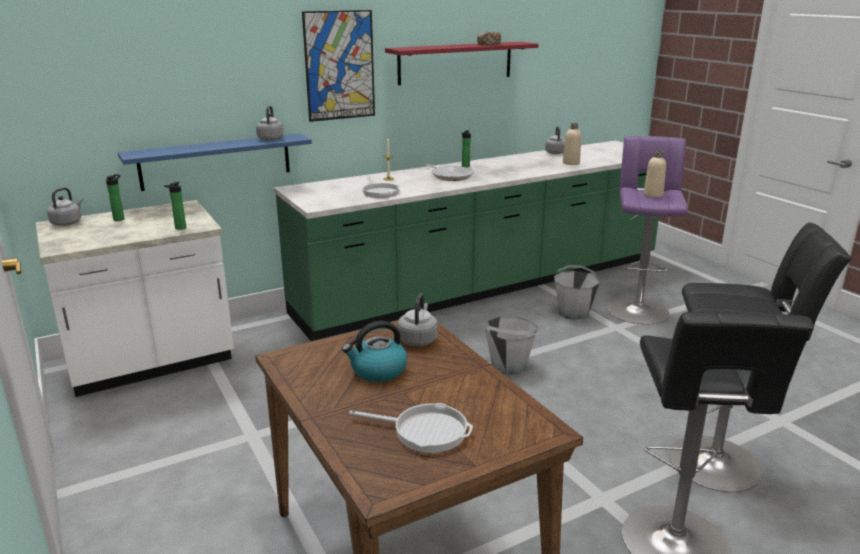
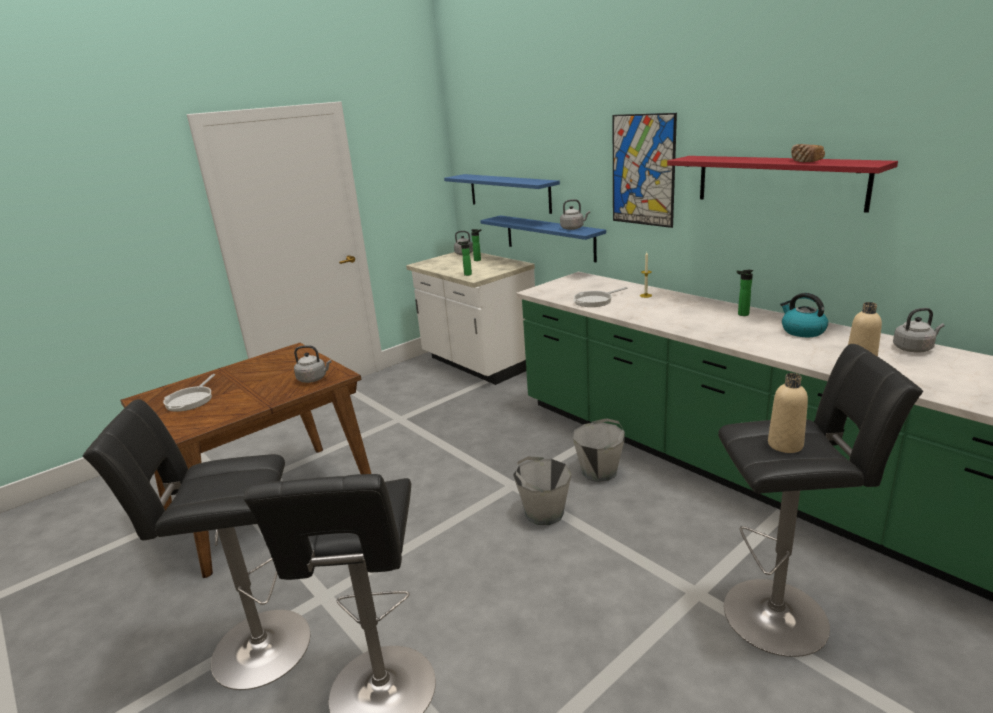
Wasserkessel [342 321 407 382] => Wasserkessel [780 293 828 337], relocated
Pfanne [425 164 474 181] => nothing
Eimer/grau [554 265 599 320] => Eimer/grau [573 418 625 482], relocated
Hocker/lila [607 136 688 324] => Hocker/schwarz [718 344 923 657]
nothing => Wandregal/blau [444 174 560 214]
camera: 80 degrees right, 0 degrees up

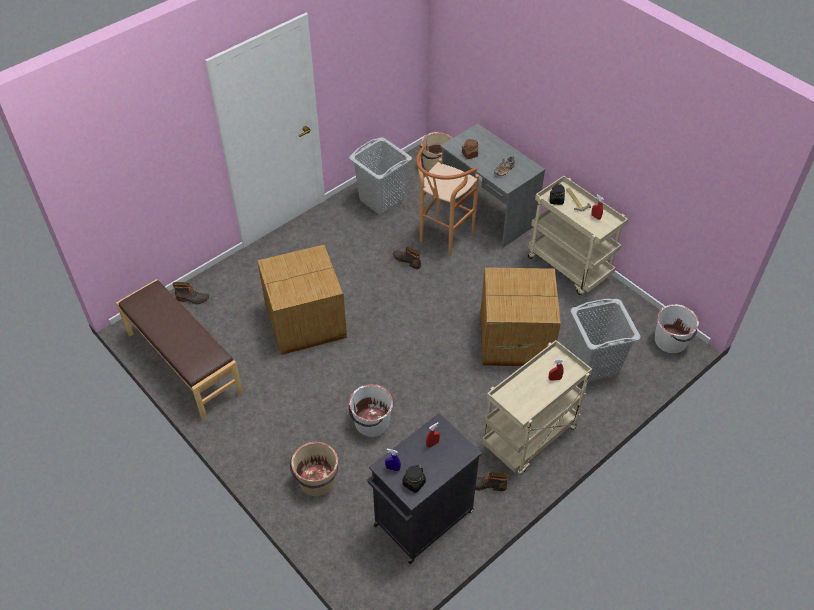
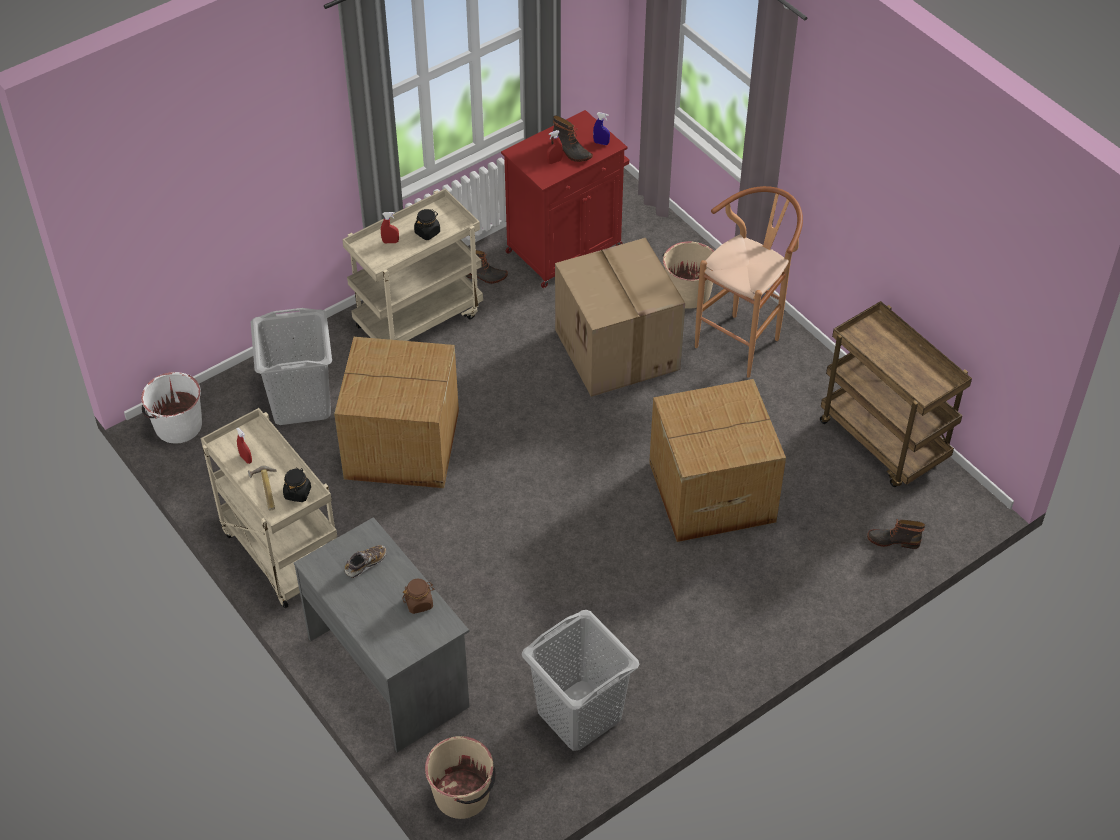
Bank/braun [116 279 243 420] => Rollwagen/braun [820 301 972 487]
Eimer/weiß [349 384 393 437] => Karton [555 238 685 397]
Schrank/schwarz [367 413 482 564] => Schrank/rot [501 110 629 288]
Stiefel [393 247 421 269] => Stiefel [551 115 593 162], relocated
Vorratsglas/schwarz [403 465 426 493] => Vorratsglas/schwarz [414 209 440 240], relocated
Hocker/braun [416 145 479 256] => Hocker/braun [695 186 803 378], relocated
camera: 175 degrees left, 0 degrees up

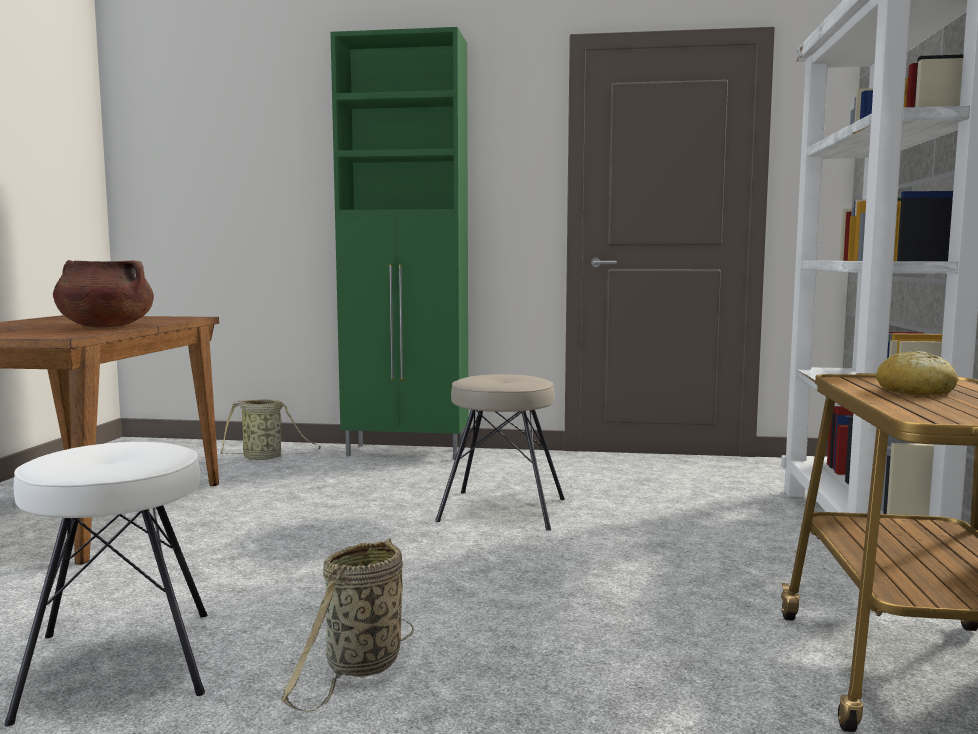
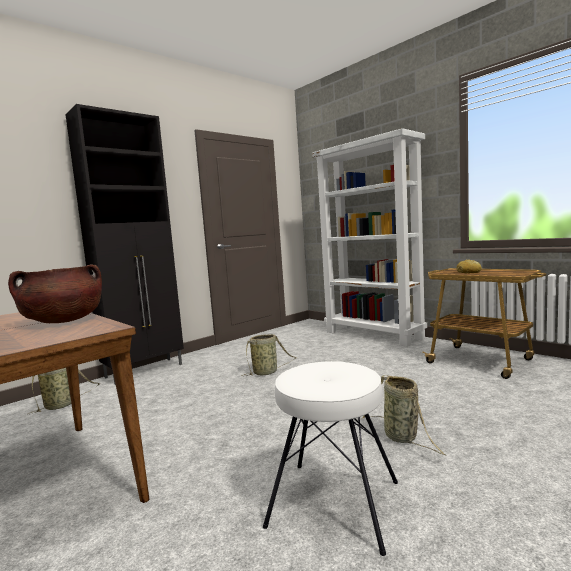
Schrank/grün [330 27 468 460] => Schrank/schwarz [65 104 184 385]
Hocker/beige [435 374 565 531] => Korb [242 334 296 376]
camera: 50 degrees left, 0 degrees up

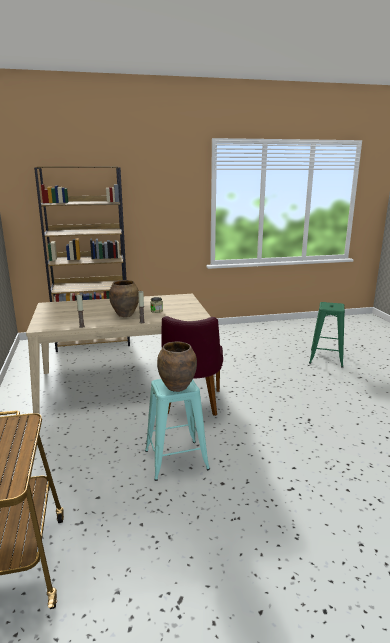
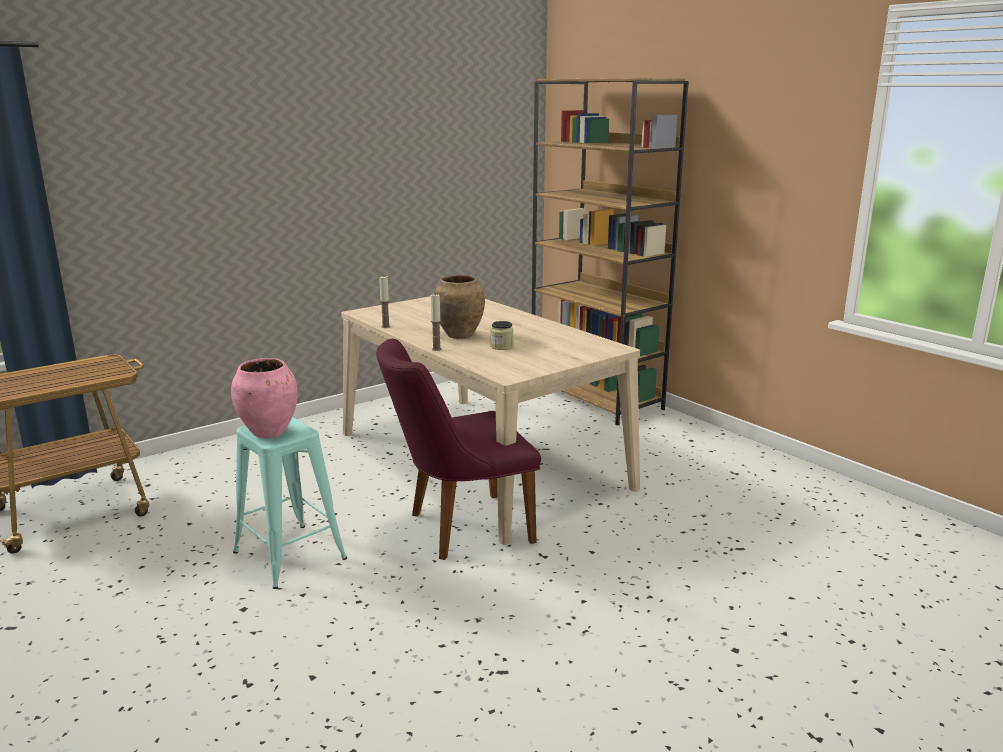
Vase/braun [157 342 197 392] => Vase/rosa [231 358 298 438]
Hocker/grün [309 302 345 368] => nothing
camera: 65 degrees right, 0 degrees up

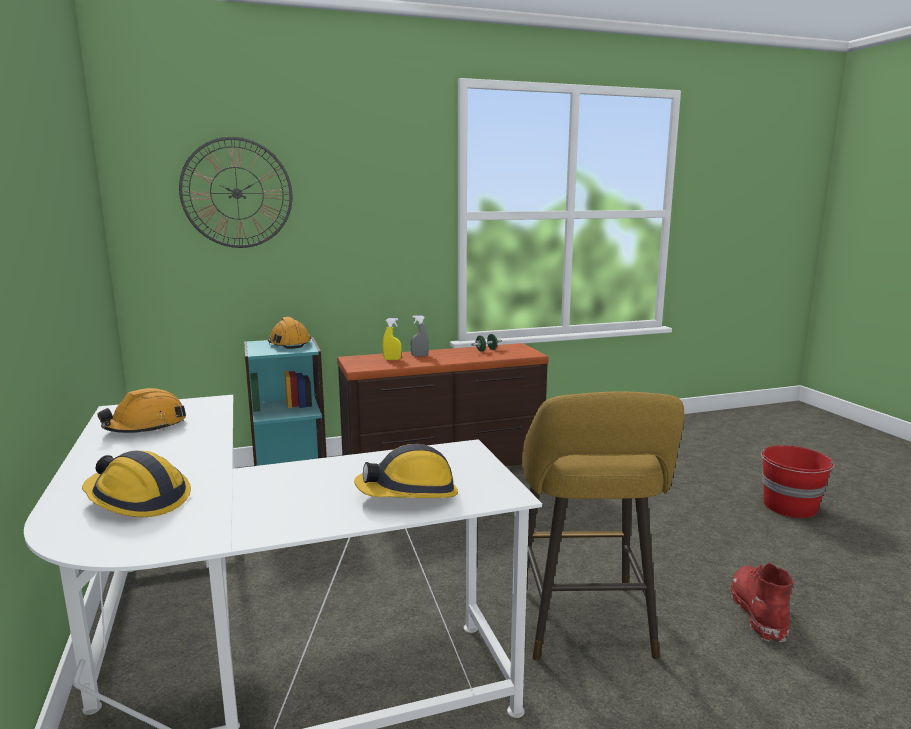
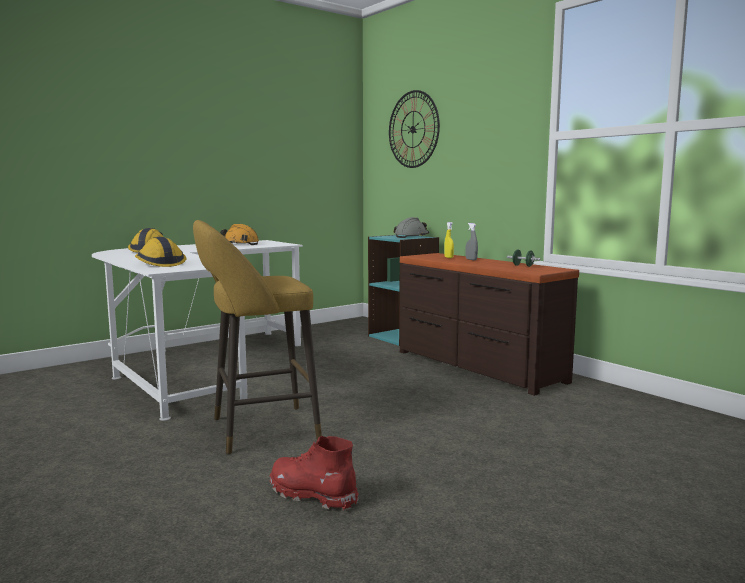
Schutzhelm/orange [268 317 311 349] => Schutzhelm/grau [393 217 429 238]
Stiefel/rot [731 563 794 642] => Stiefel/rot [269 436 359 511], 135 degrees counterclockwise
Eimer/rot [761 445 835 518] => nothing
camera: 70 degrees right, 5 degrees down

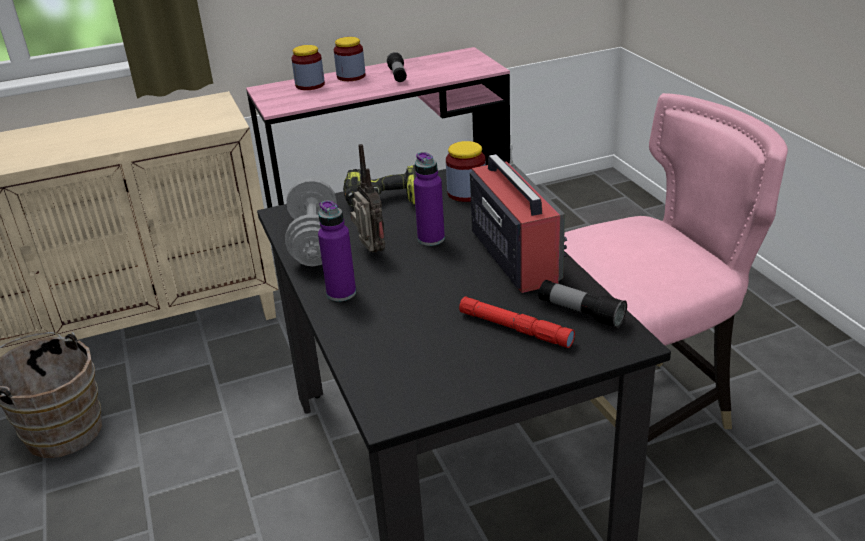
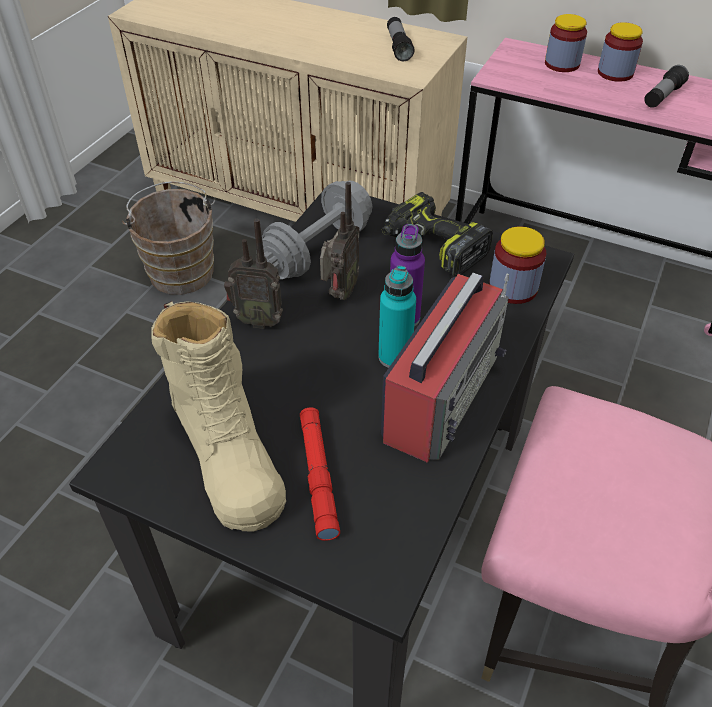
Flasche/lila [318 200 356 301] => Radio [224 219 283 329]
Taschenlampe [539 280 627 328] => Taschenlampe [387 17 415 61], relocated
nothing => Stiefel/beige [151 301 286 532]
nothing => Flasche/türkis [378 266 416 368]
camera: 45 degrees right, 15 degrees up

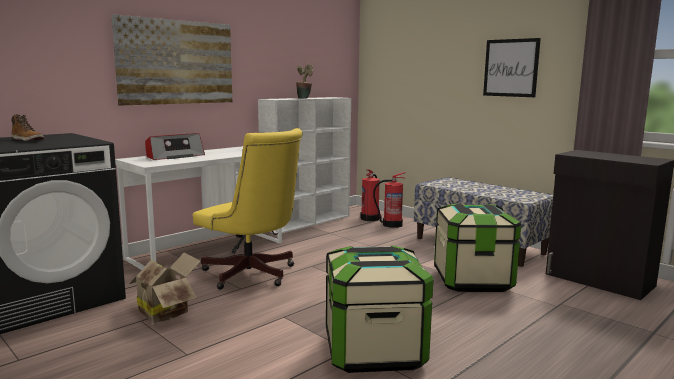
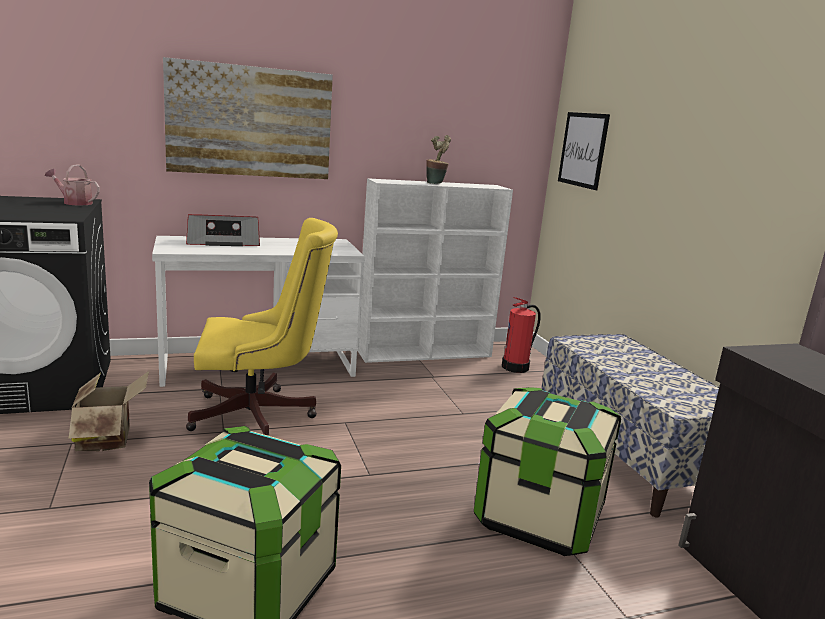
Stiefel [11 114 44 141] => nothing
Bürostuhl/gelb [193 128 303 290] => Bürostuhl/gelb [186 218 338 436], 75 degrees counterclockwise
Feuerlöscher [373 172 405 228] => nothing
Bild [483 38 541 97] => Bild [558 112 610 190], relocated
nothing => Gießkanne [45 164 100 205]
camera: 25 degrees right, 5 degrees up

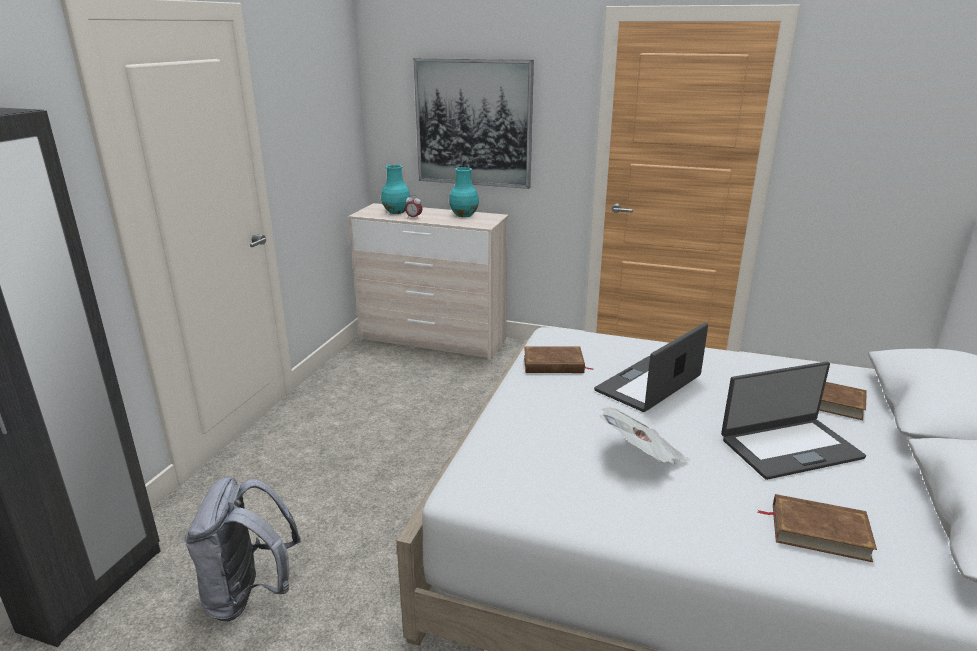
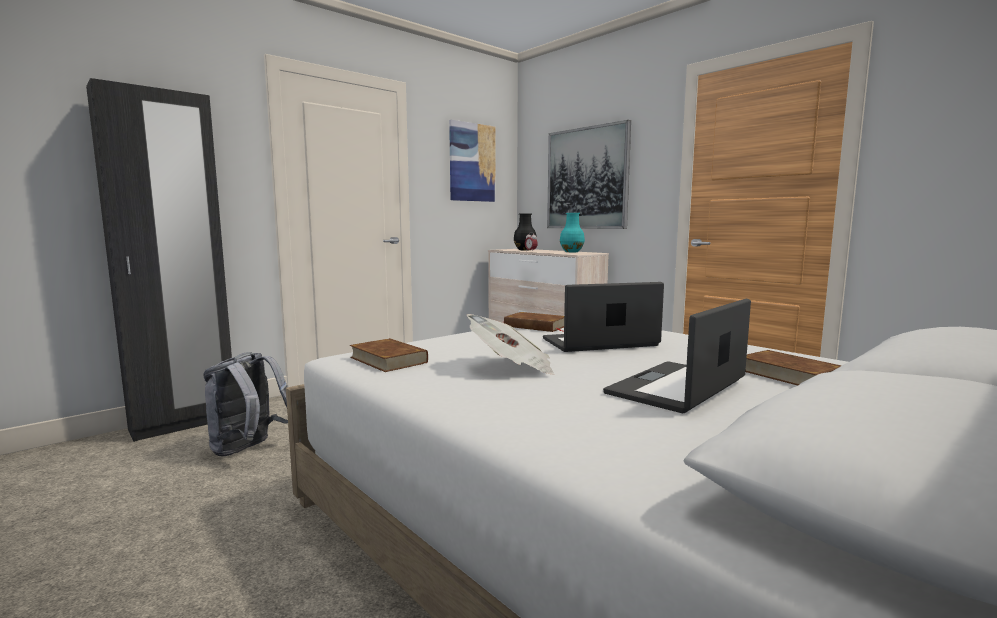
Vase/türkis [381 165 410 214] => Vase/schwarz [514 214 537 250]
Laptop [721 362 866 480] => Laptop [603 299 751 413], 120 degrees clockwise
Buch/braun [758 494 877 562] => Buch/braun [350 338 428 372], relocated
nothing => Bild [449 120 496 202]
camera: 30 degrees right, 15 degrees down

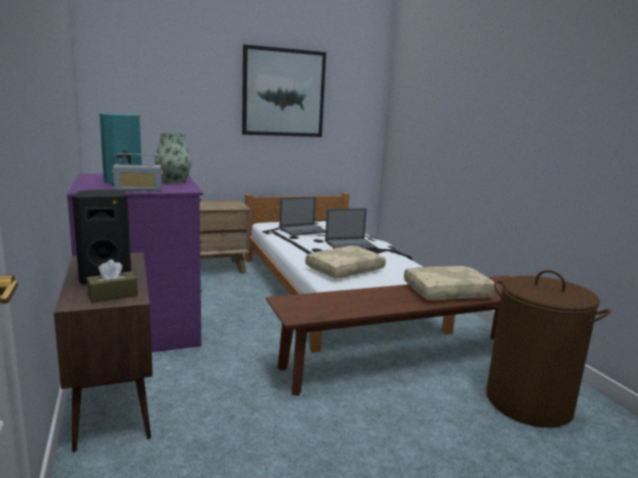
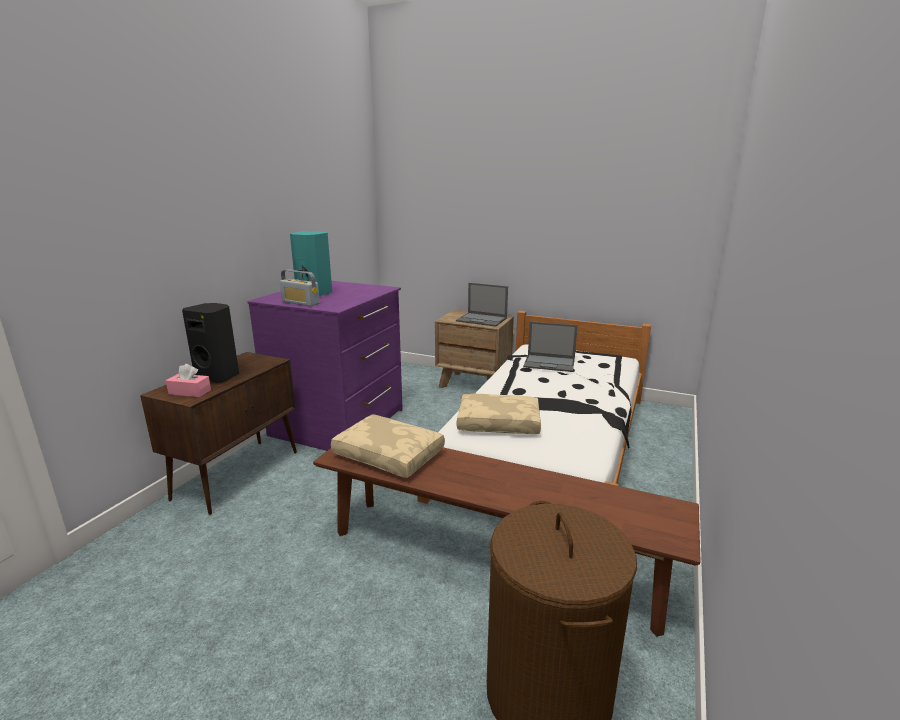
Taschentuchbox/braun [87 260 138 303] => Taschentuchbox/rosa [166 364 211 397]
Vase [155 132 191 184] => nothing
Bild [242 44 326 137] => nothing
Laptop [325 208 377 249] => Laptop [456 283 508 327], relocated
Kissen/beige [404 266 498 300] => Kissen/beige [331 414 445 478], relocated
camera: 45 degrees right, 5 degrees up

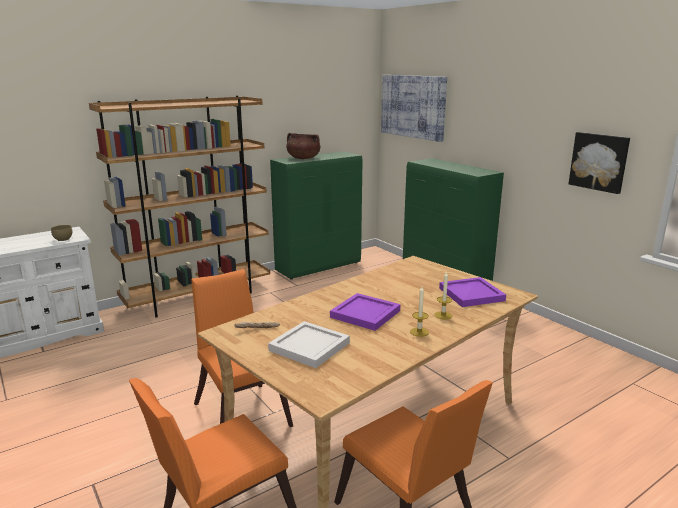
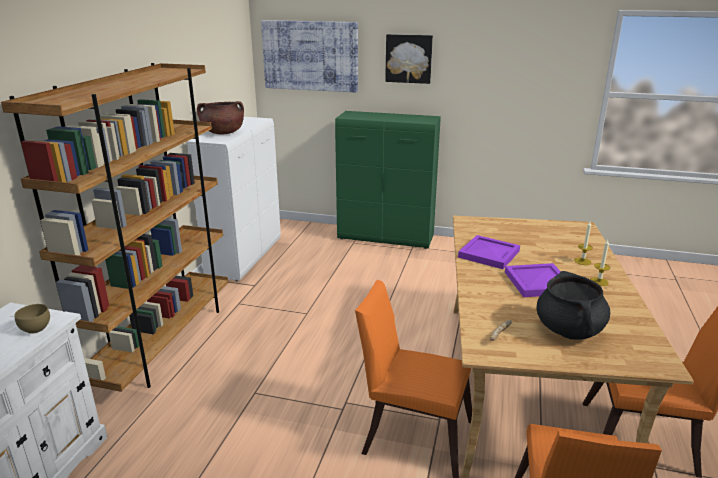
Tablett/weiß [268 321 350 368] => Kochtopf/schwarz [537 271 610 340]
Schrank/grün [270 151 362 280] => Schrank/weiß [187 117 281 281]
Tablett/lila [439 277 506 307] => Tablett/lila [458 235 520 269], relocated
Bild [568 132 630 194] => Bild [385 34 433 84], relocated
camera: 40 degrees left, 5 degrees up

